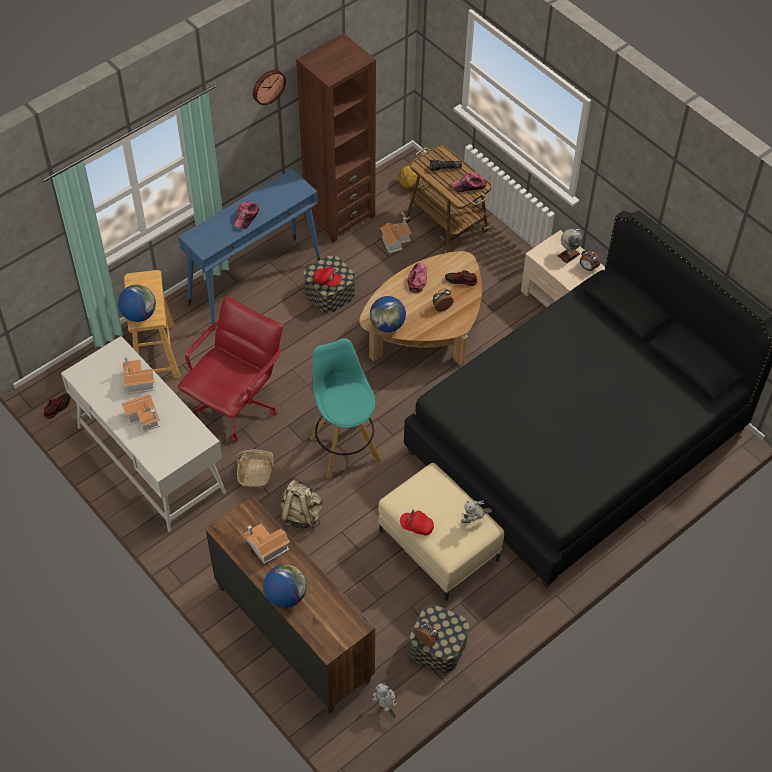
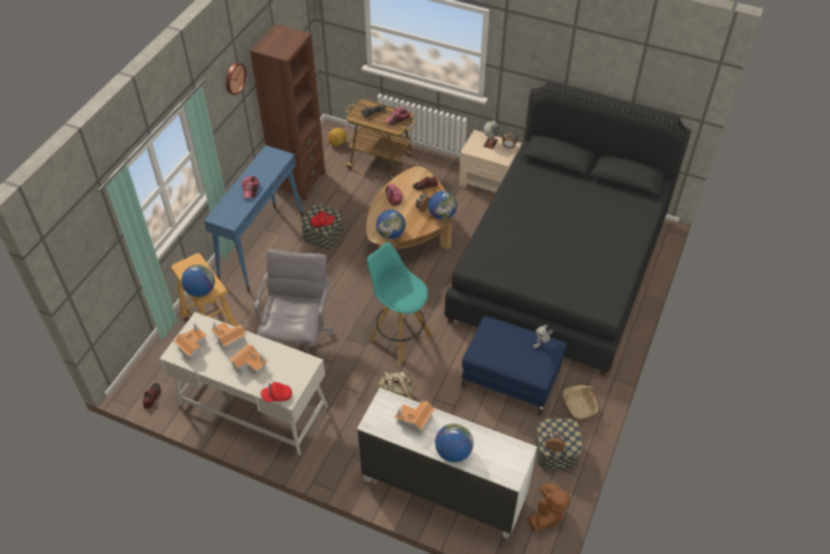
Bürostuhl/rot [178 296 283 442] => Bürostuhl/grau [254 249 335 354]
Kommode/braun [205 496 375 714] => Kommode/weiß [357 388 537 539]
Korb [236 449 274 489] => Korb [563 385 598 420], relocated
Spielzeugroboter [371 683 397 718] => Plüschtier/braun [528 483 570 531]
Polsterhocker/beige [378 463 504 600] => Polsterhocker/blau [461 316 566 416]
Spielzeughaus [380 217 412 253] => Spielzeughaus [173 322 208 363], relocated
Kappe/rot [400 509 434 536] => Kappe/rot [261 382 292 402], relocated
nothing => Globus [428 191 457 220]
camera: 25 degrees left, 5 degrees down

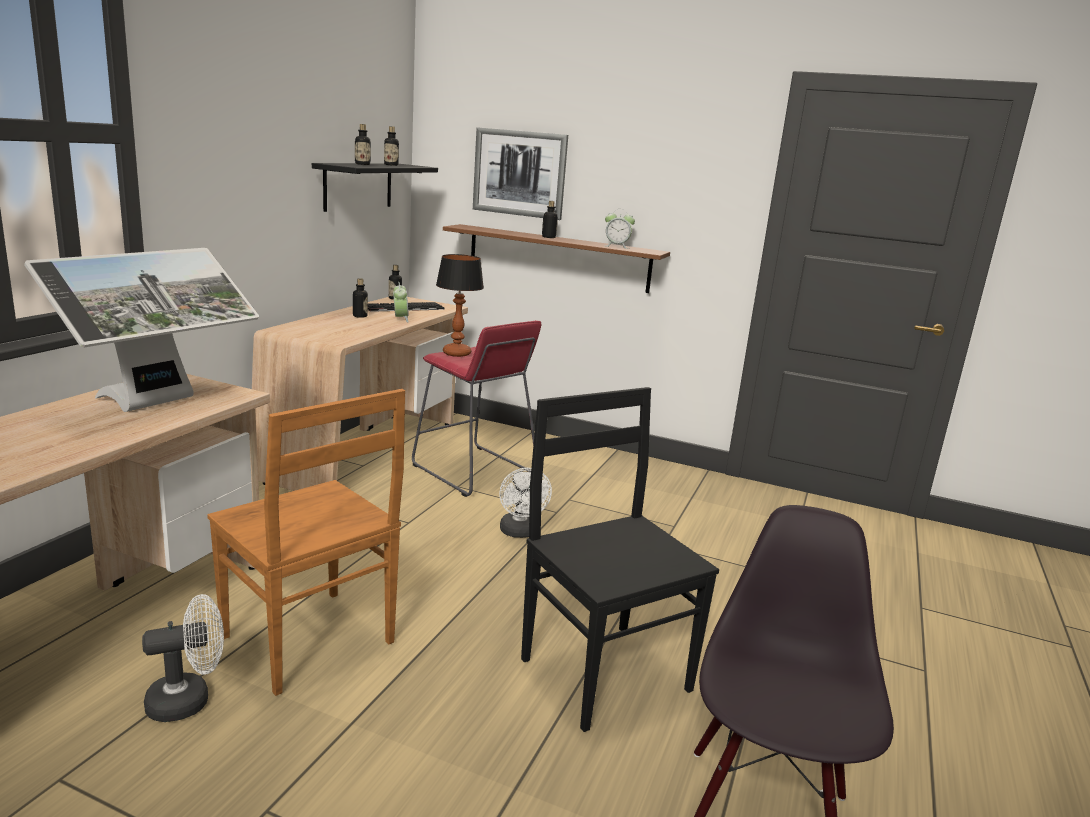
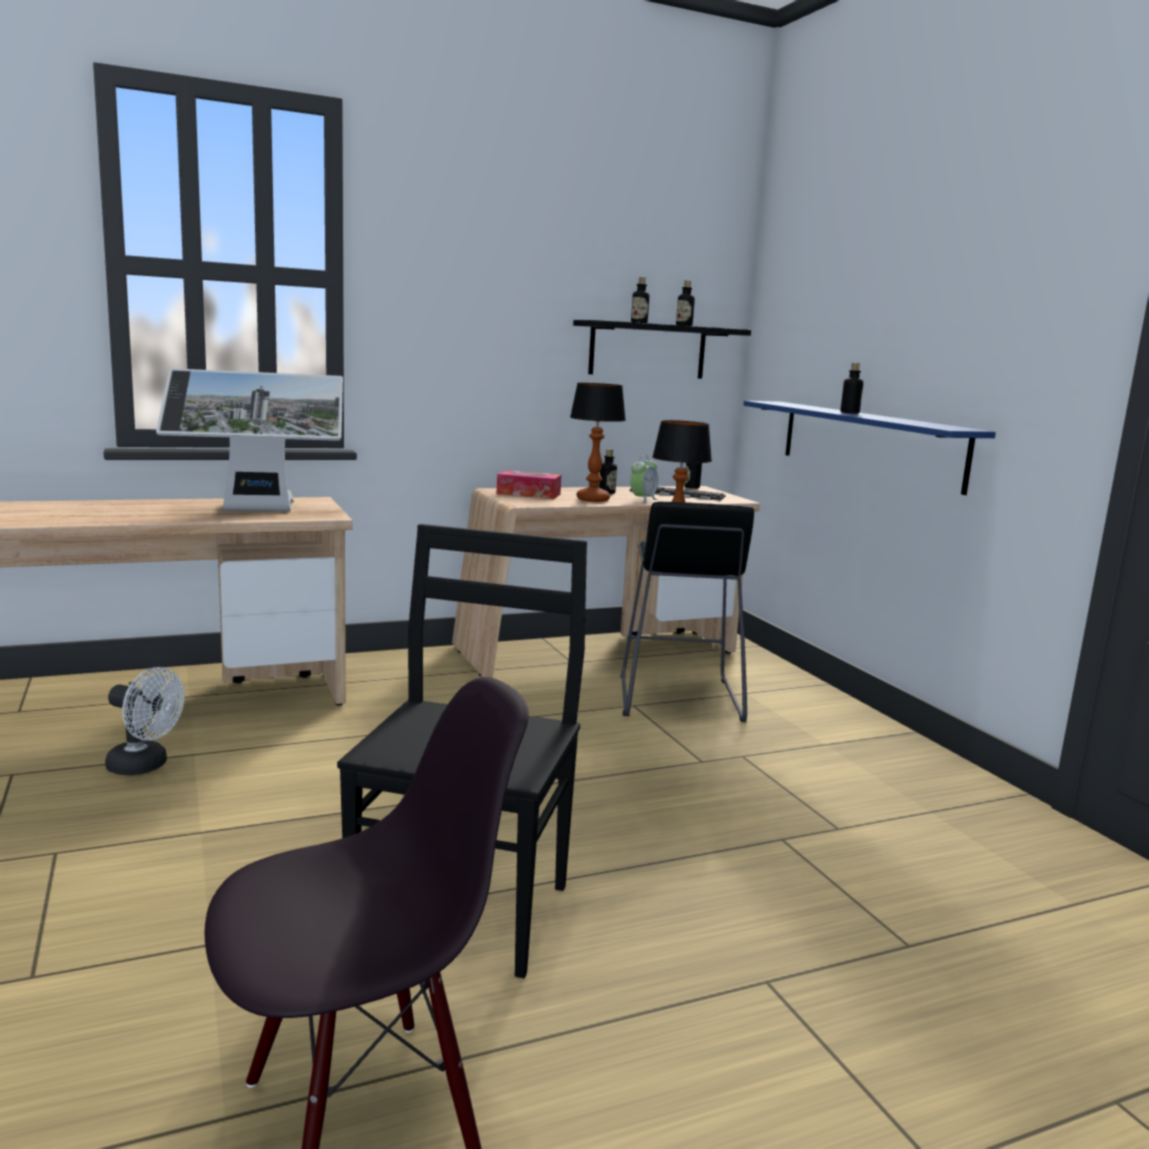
Stuhl/braun [207 389 405 696] => nothing
Hocker/rot [412 320 541 497] => Hocker/schwarz [621 501 754 722]
Wandregal/braun [443 224 670 293] => Wandregal/blau [744 401 996 495]
Bild [473 127 568 220] => nothing
Ventilator/weiß [499 468 552 538] => nothing
Wecker [605 210 635 249] => nothing
nothing => Taschentuchbox [497 470 561 499]
nothing => Tischlampe [570 383 626 502]
camera: 45 degrees right, 5 degrees down

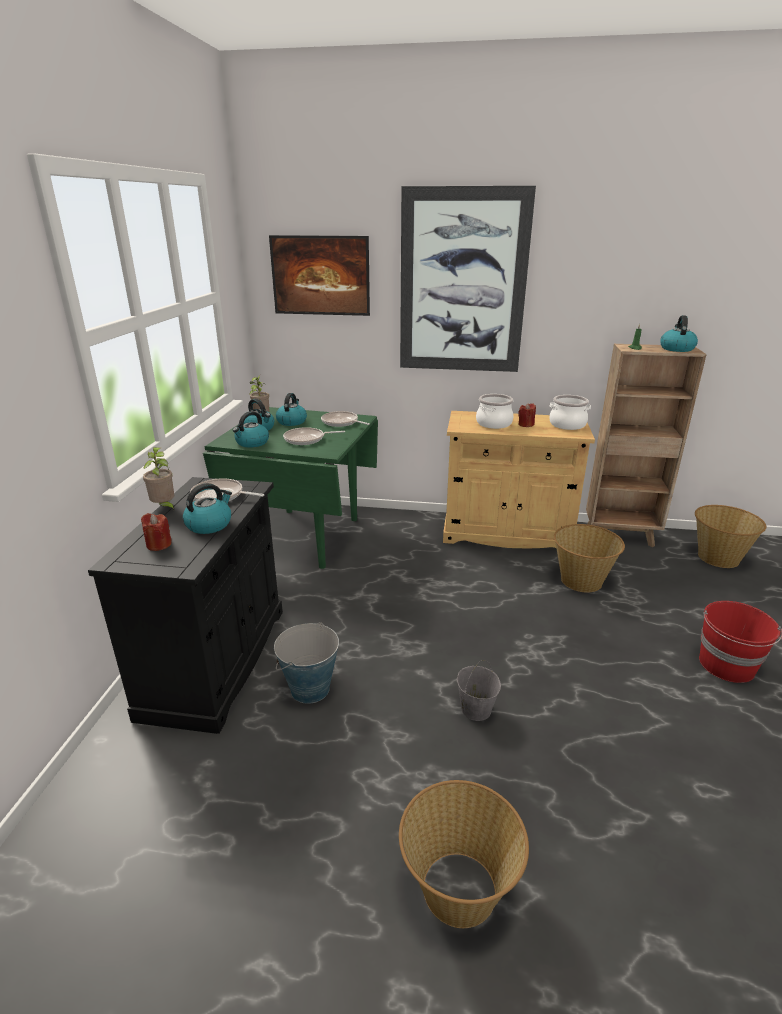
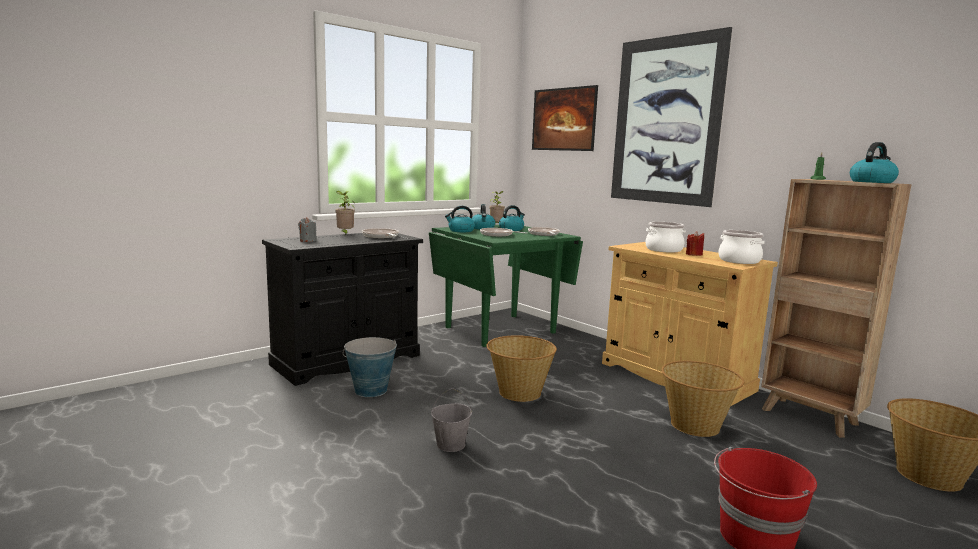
Kerze/rot [141 513 172 551] => Kerze/grau [298 217 317 242]
Wasserkessel [183 483 232 534] => nothing
Korb [399 780 529 928] => Korb [486 335 557 402], relocated
camera: 40 degrees right, 15 degrees down

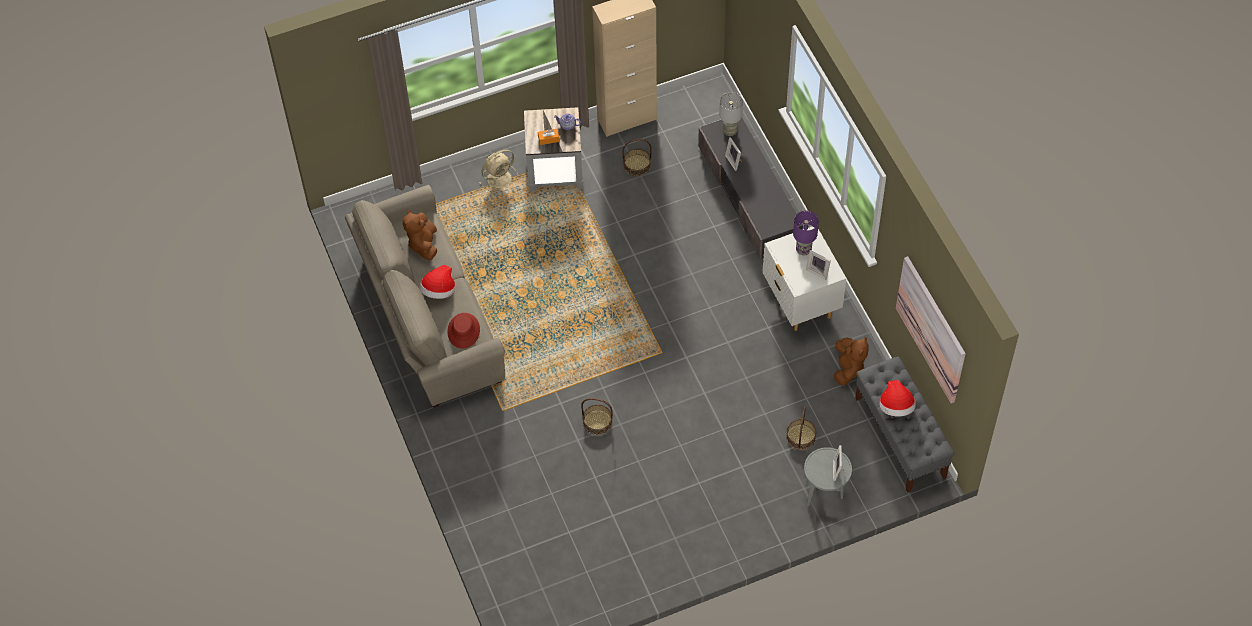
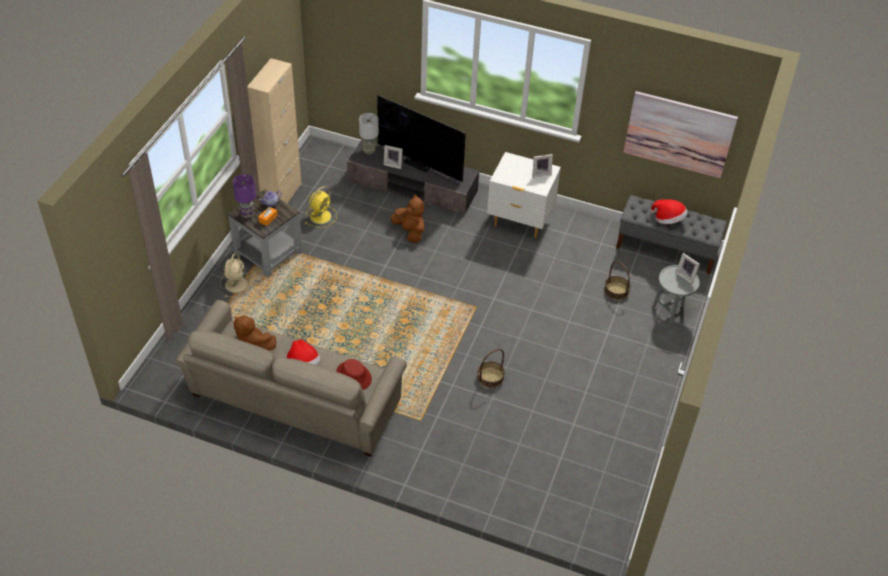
Korb [622 139 652 176] => Ventilator/gelb [305 186 336 228]
Tischlampe/lila [793 211 819 256] => Tischlampe/lila [232 174 256 219], relocated
Plüschtier/braun [834 337 869 386] => Plüschtier/braun [391 194 425 243], relocated
nothing => Fernseher [377 95 466 182]
camera: 50 degrees left, 10 degrees down

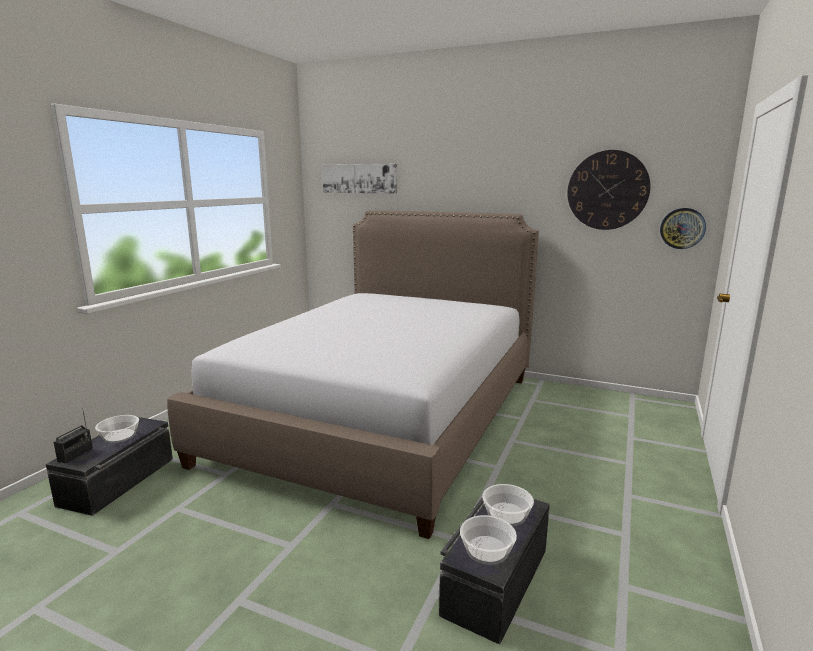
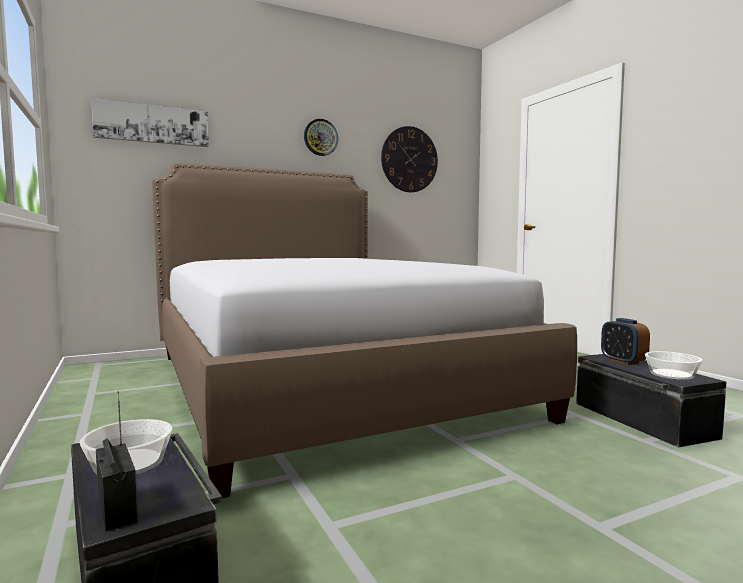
Schüssel [482 484 534 526] => Wecker [601 318 650 365]
Wanduhr [660 208 706 249] => Wanduhr [304 119 338 156], relocated
camera: 50 degrees left, 10 degrees down

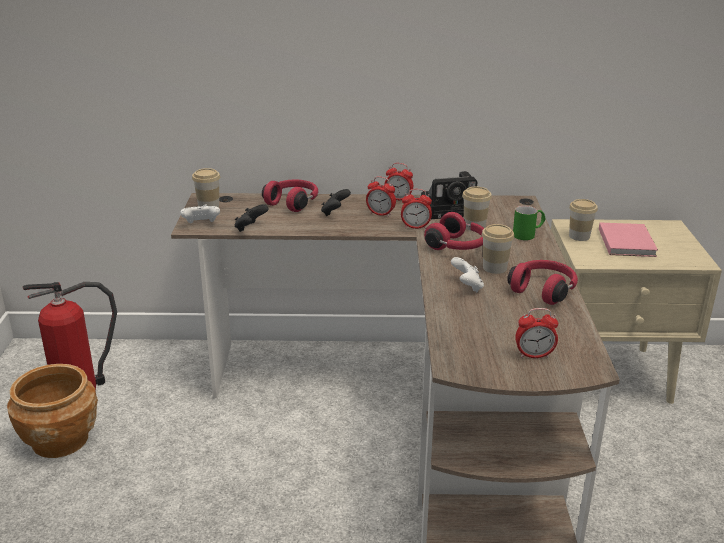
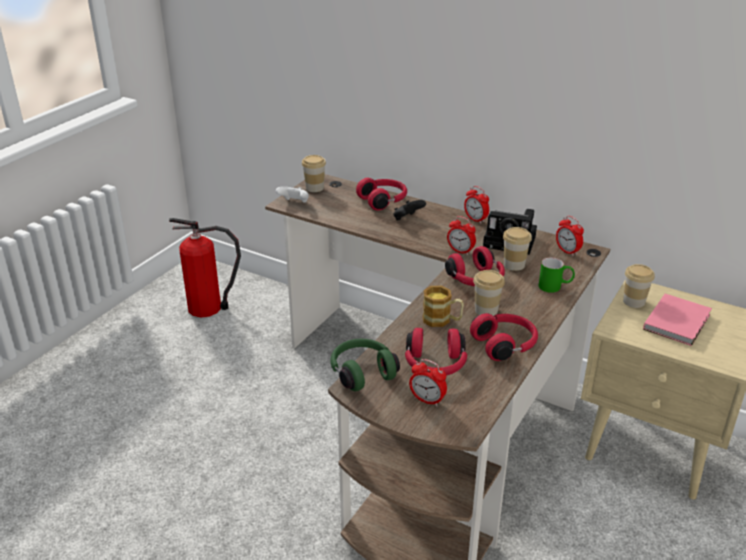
Pflanzkübel/braun [7 364 98 458] => nothing
Gamepad/schwarz [235 204 269 232] => nothing
Wecker [366 176 396 217] => Wecker [556 216 584 256], relocated
Gamepad/weiß [451 257 484 292] => Henkelbecher [423 286 464 327]
nothing => Kopfhörer/grün [330 339 400 391]
nothing => Kopfhörer/rot [405 328 467 375]
camera: 30 degrees right, 5 degrees up

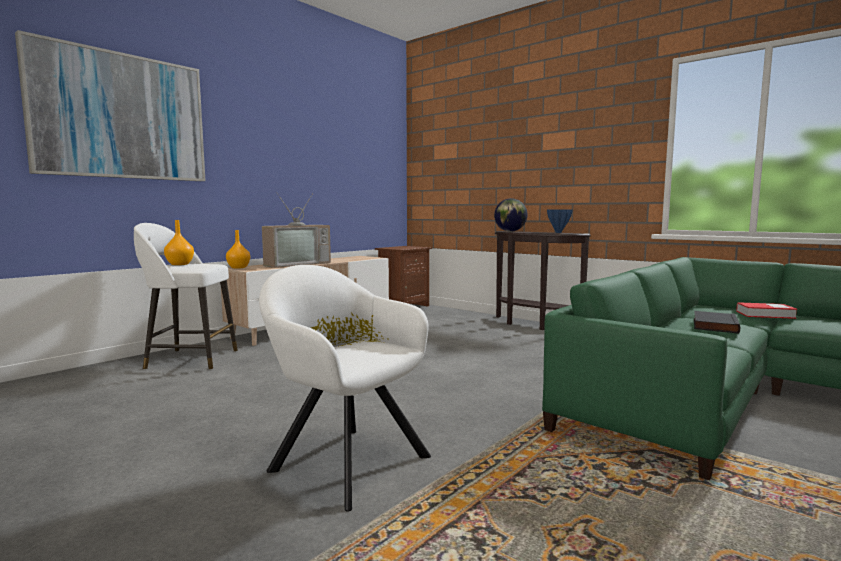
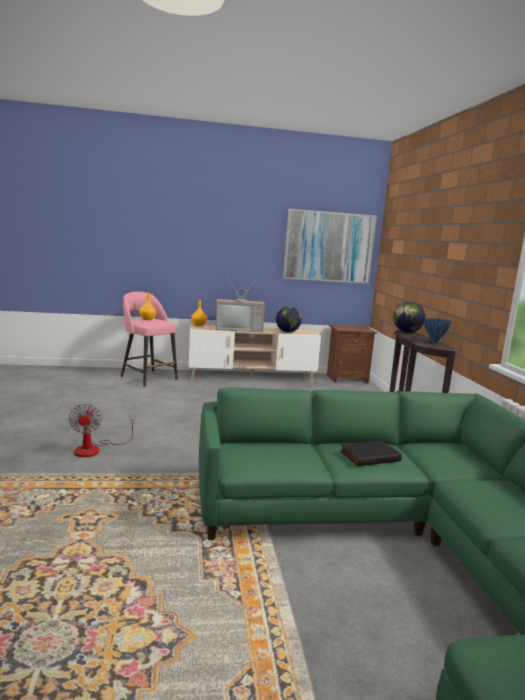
Bild [15 30 205 181] => Bild [283 208 377 284], relocated
Hocker/weiß [134 223 238 370] => Hocker/rosa [120 292 178 387]
Sessel/weiß [259 265 431 511] => Ventilator [69 404 136 457]
Buch [736 302 797 319] => nothing
nothing => Globus [276 307 302 332]
camera: 40 degrees right, 5 degrees up

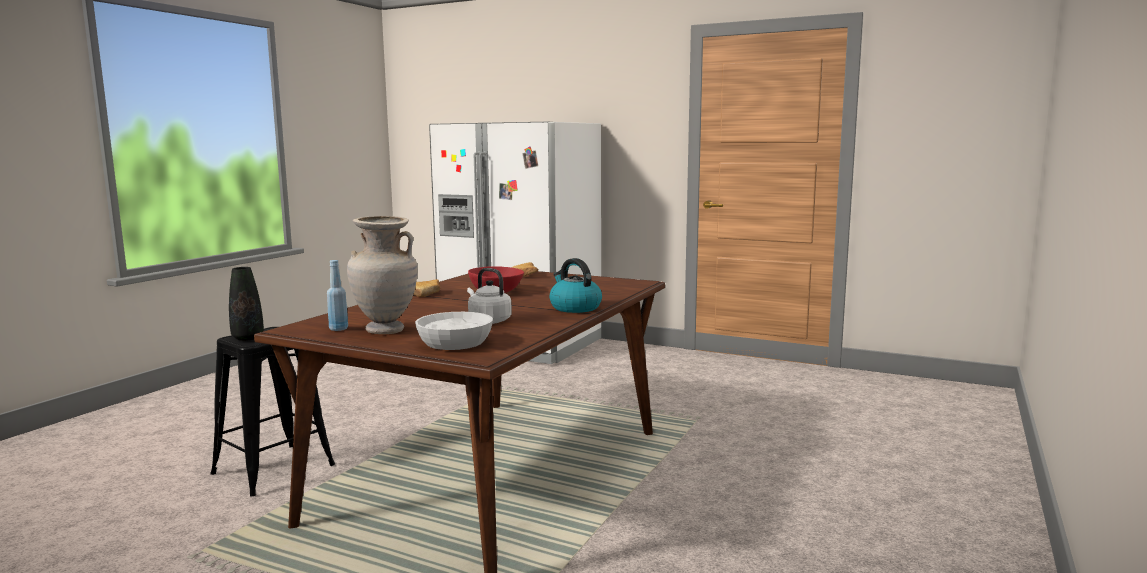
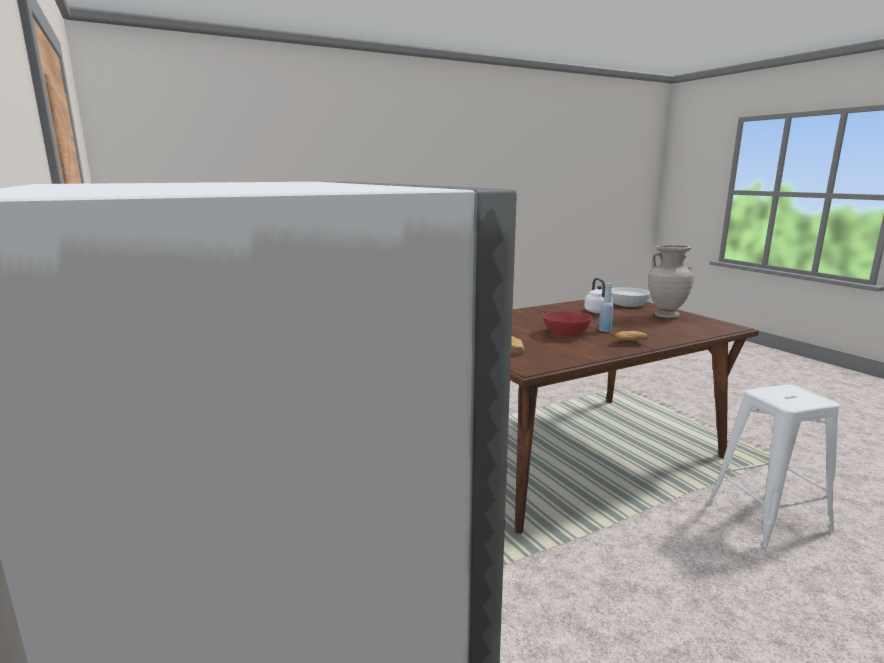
Hocker/schwarz [210 327 335 497] => Hocker/weiß [707 384 839 548]
Vase/schwarz [229 267 264 341] => nothing
Flasche/blau [327 260 348 331] => Flasche/blau [599 283 614 332], relocated
Wasserkessel [550 258 602 313] => nothing
camera: 145 degrees left, 5 degrees up

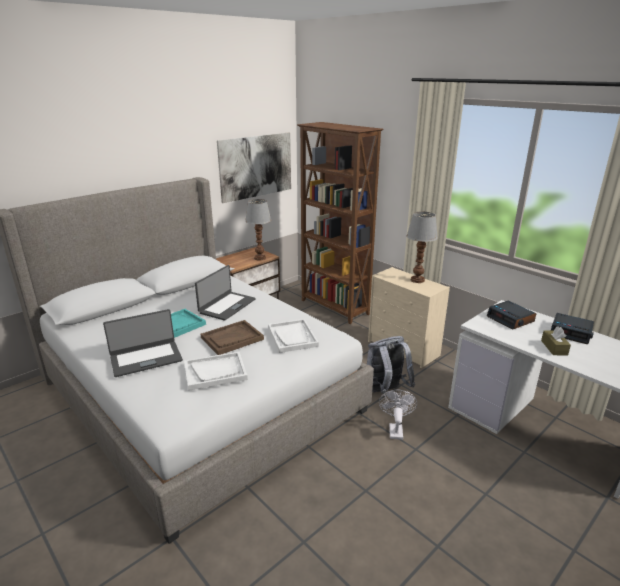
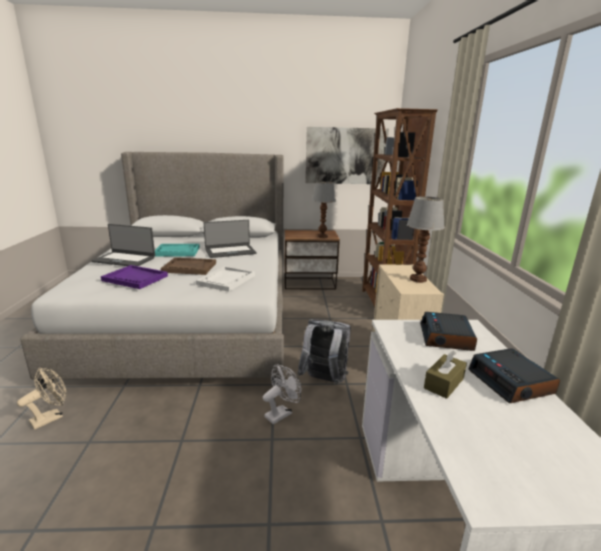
Tablett/weiß [184 352 248 391] => Tablett/lila [101 265 168 289]
nothing => Ventilator/beige [17 367 67 430]
camera: 40 degrees right, 5 degrees down

